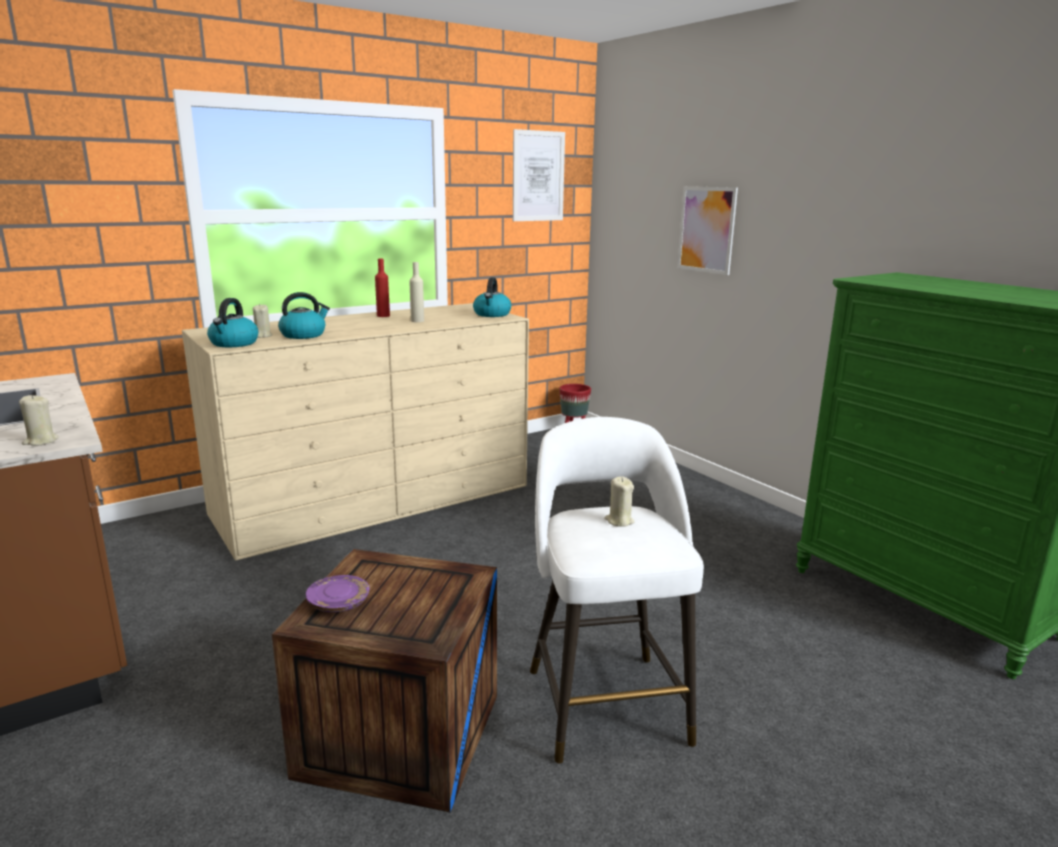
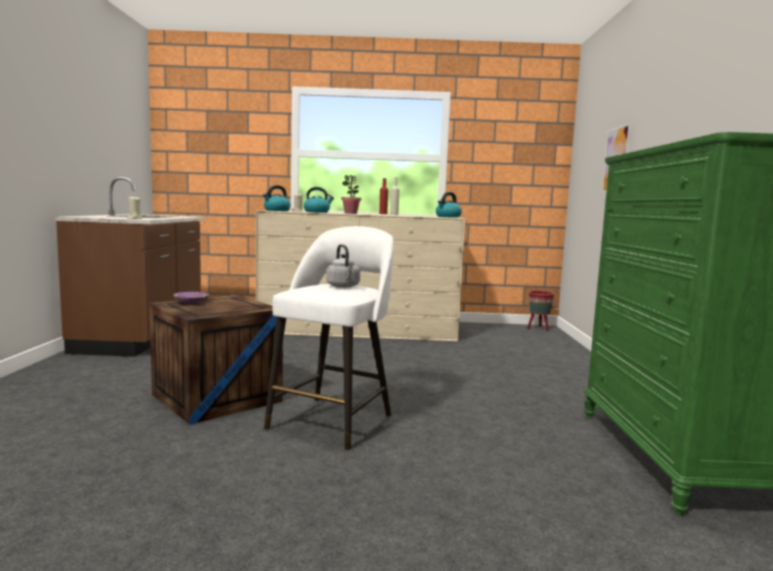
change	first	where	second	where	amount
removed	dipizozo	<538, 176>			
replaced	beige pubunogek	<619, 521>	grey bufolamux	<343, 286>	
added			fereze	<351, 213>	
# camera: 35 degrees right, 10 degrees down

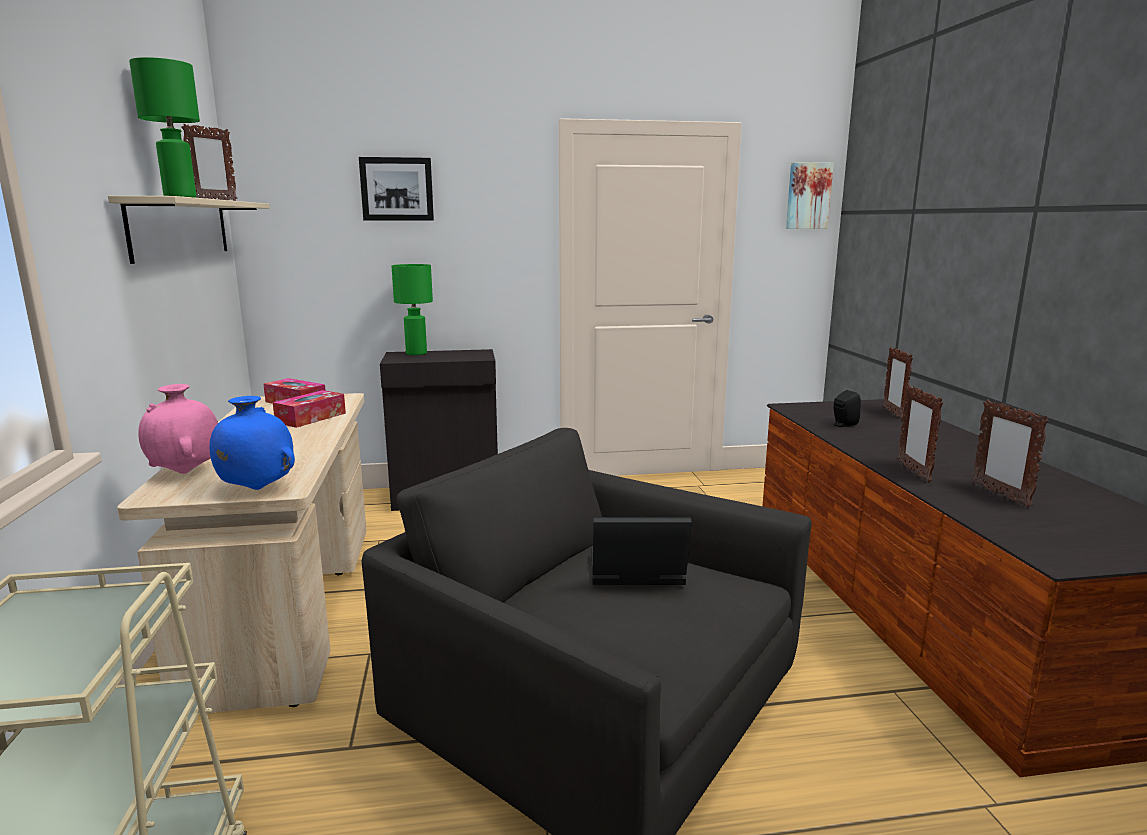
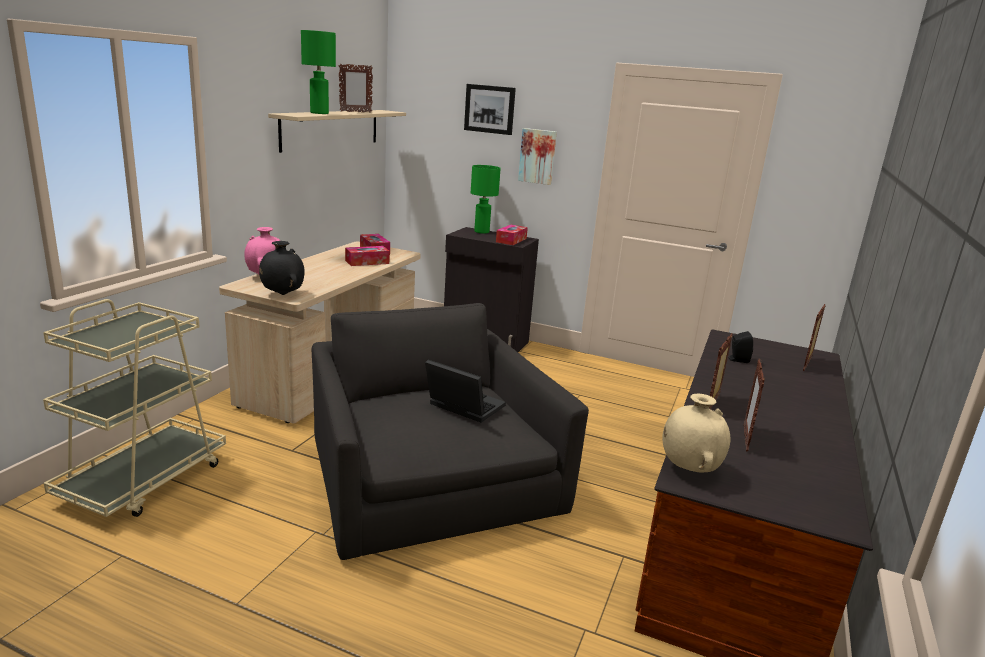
change	first	where	second	where	amount
recoloured	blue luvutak	<256, 489>	black luvutak	<282, 294>	
moved	dipizozo	<808, 196>		<537, 156>	
added			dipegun	<511, 240>	
added			beige luvutak	<689, 469>	
# camera: 30 degrees right, 5 degrees up

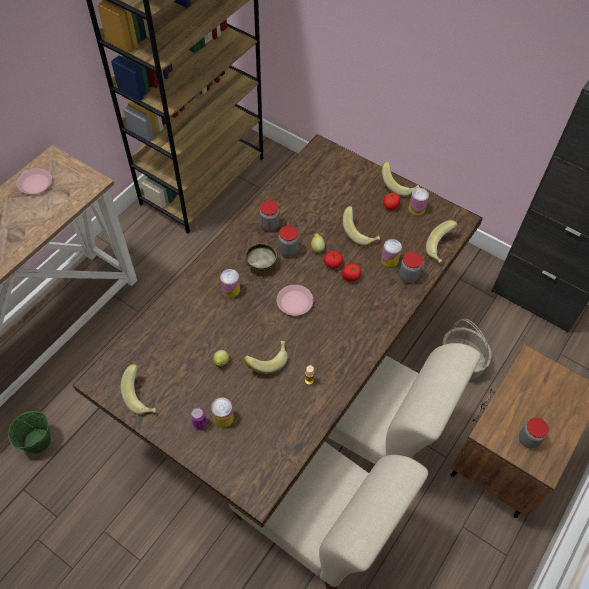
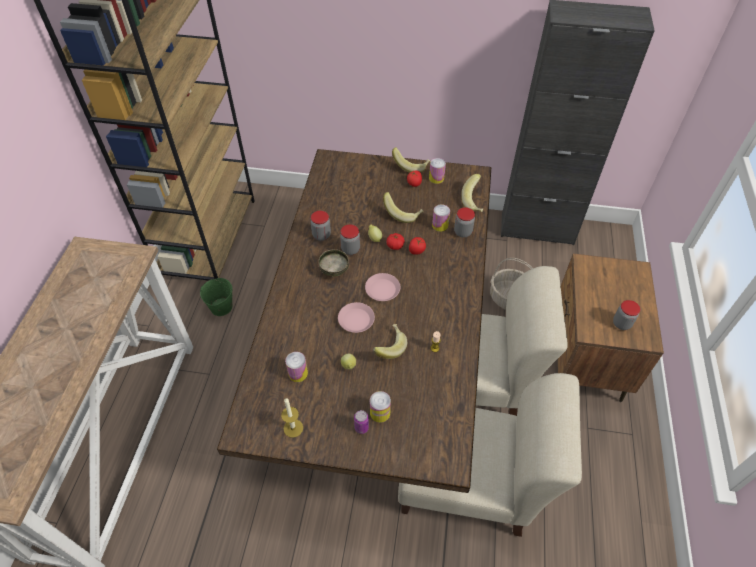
change	first	where	second	where	amount
moved	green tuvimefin	<37, 441>		<221, 307>	
moved	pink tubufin	<35, 183>		<356, 319>	
replaced	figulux	<142, 396>	pubunogek	<293, 428>	
moved	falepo	<231, 290>		<298, 373>	
# camera: 25 degrees left, 5 degrees down

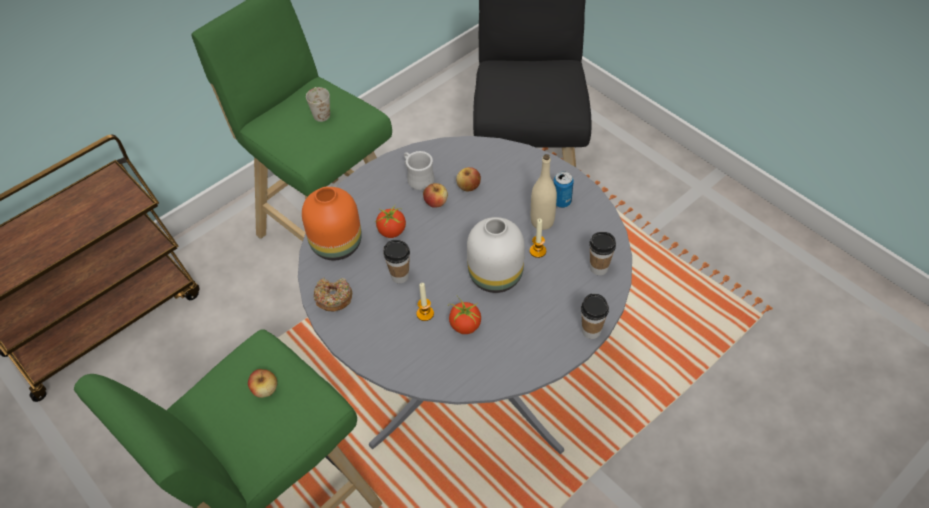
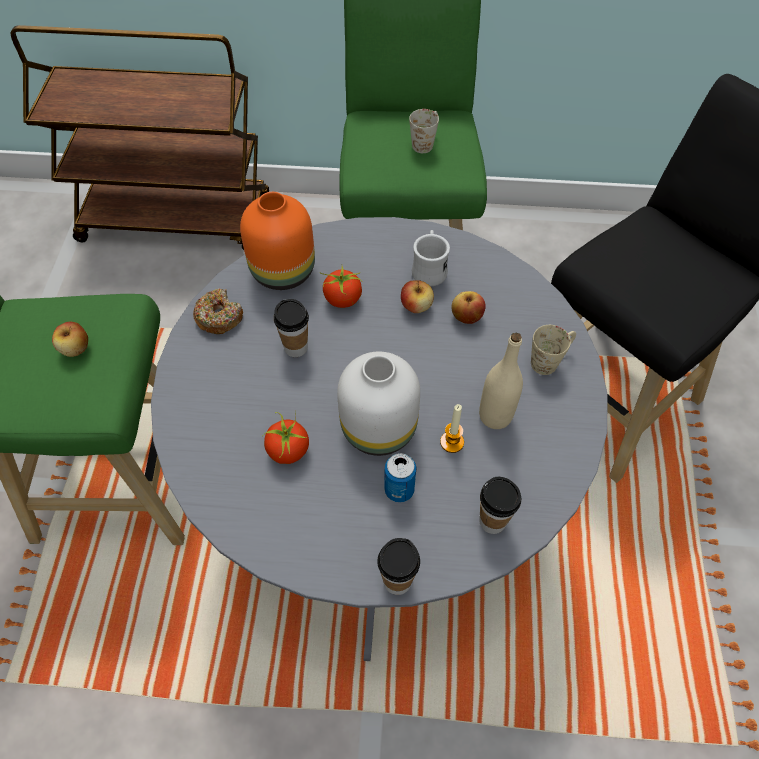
change	first	where	second	where	amount
removed	pubunogek	<425, 313>			
moved	falepo	<561, 201>		<399, 490>	
added			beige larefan	<550, 360>	
# camera: 45 degrees right, 5 degrees up

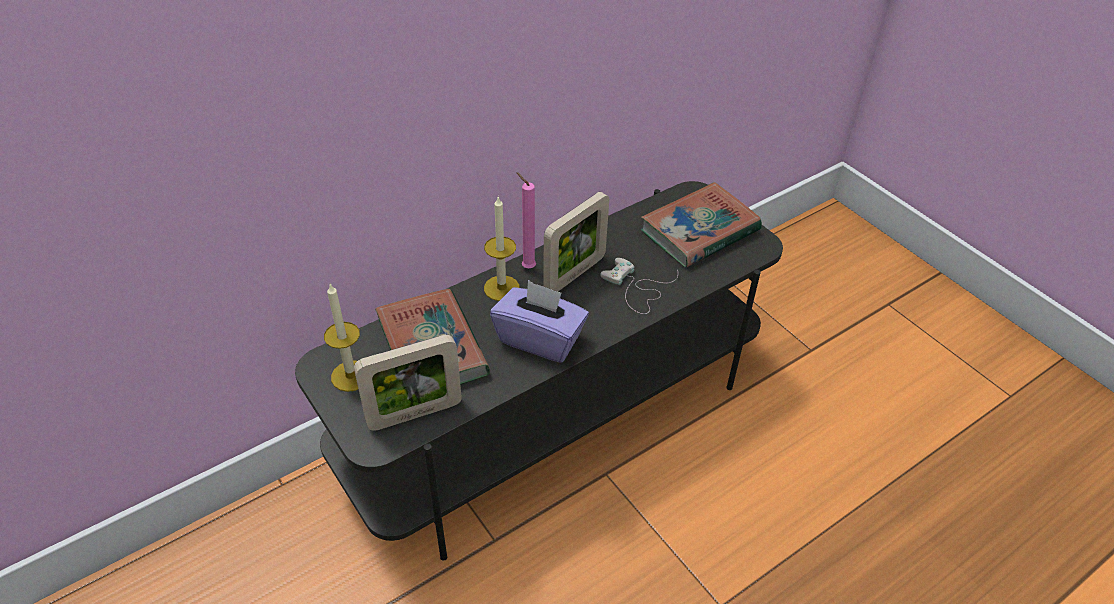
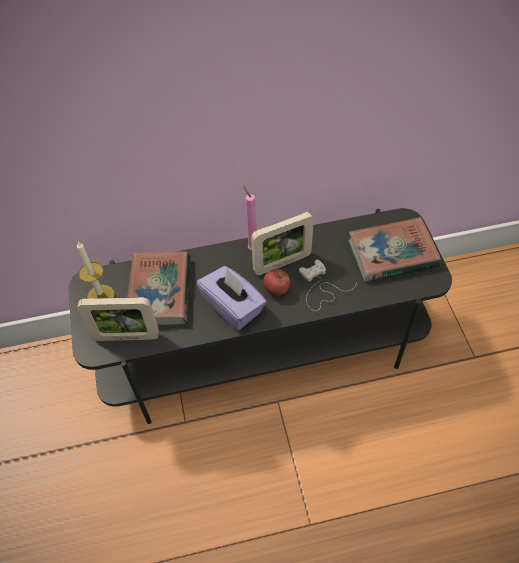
change	first	where	second	where	amount
removed	pubunogek	<501, 288>			
added			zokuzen	<276, 289>	
# camera: 25 degrees right, 10 degrees up

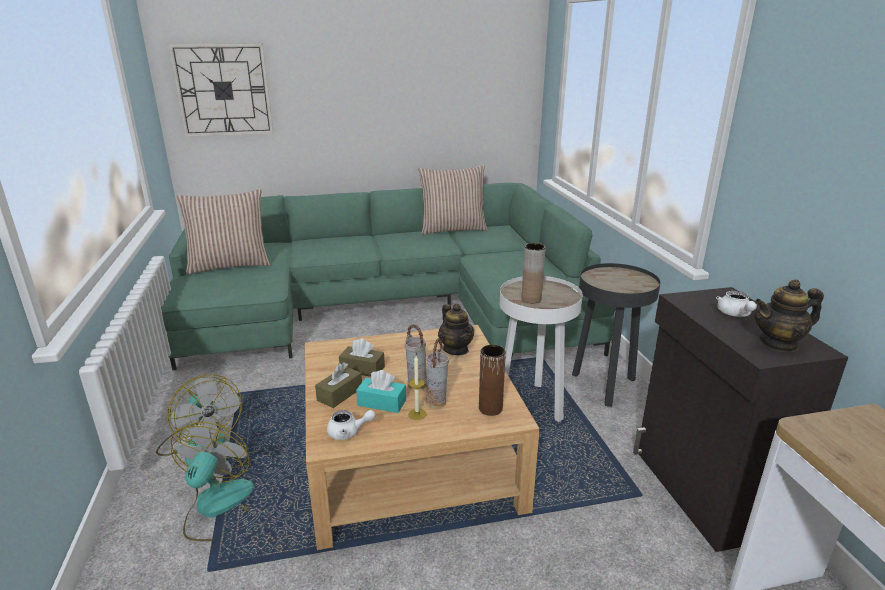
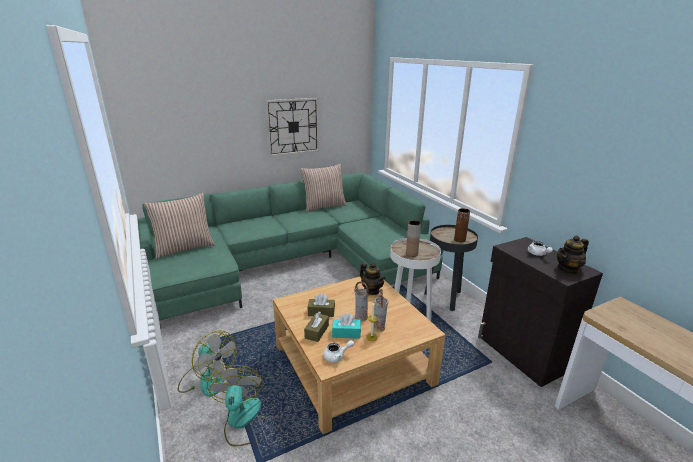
change	first	where	second	where	amount
moved	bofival	<223, 90>		<293, 126>	
moved	brown luvutak	<490, 408>		<459, 240>	
# camera: 15 degrees left, 0 degrees up

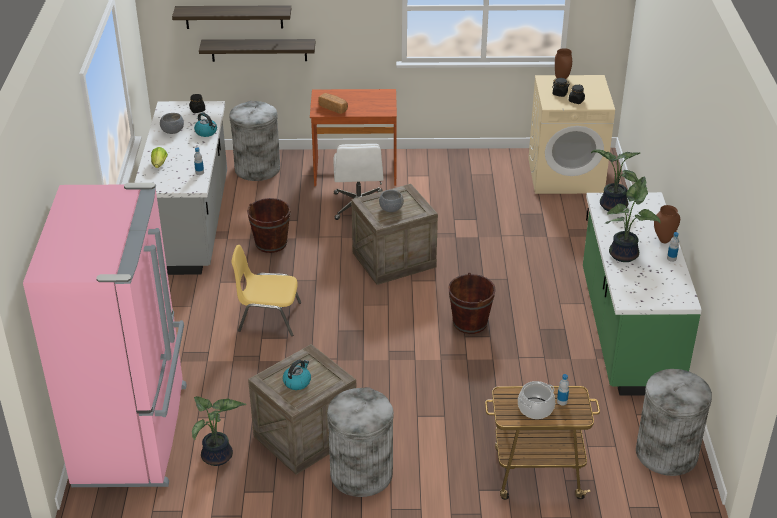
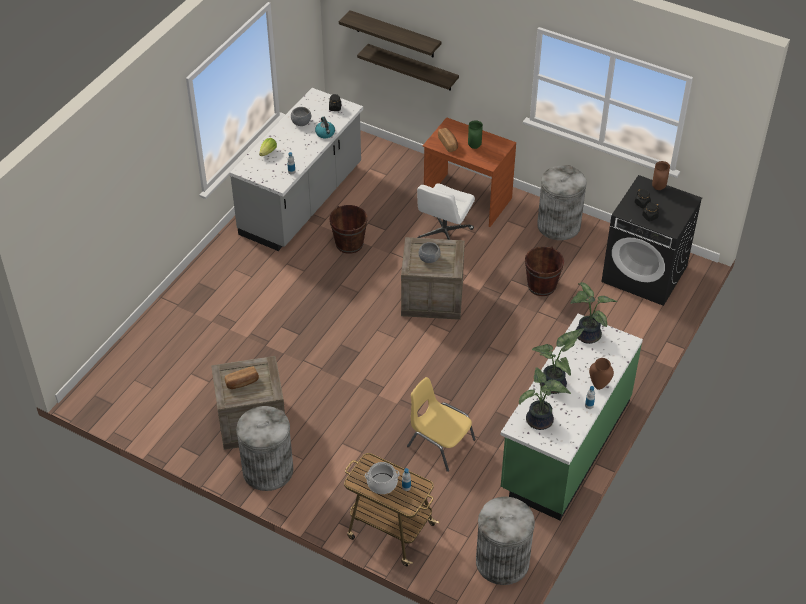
change	first	where	second	where	amount
removed	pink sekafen	<134, 434>			
moved	fereze	<218, 457>		<539, 422>	
moved	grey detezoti	<257, 168>		<558, 225>	
moved	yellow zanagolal	<268, 317>		<439, 443>	
replaced	bufolamux	<297, 382>	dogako	<242, 383>	
moved	brown tuvimefin	<470, 323>		<541, 286>	
recoloured	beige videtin	<566, 175>	black videtin	<645, 274>	
added			green luvutak	<474, 146>	
# camera: 30 degrees right, 10 degrees up

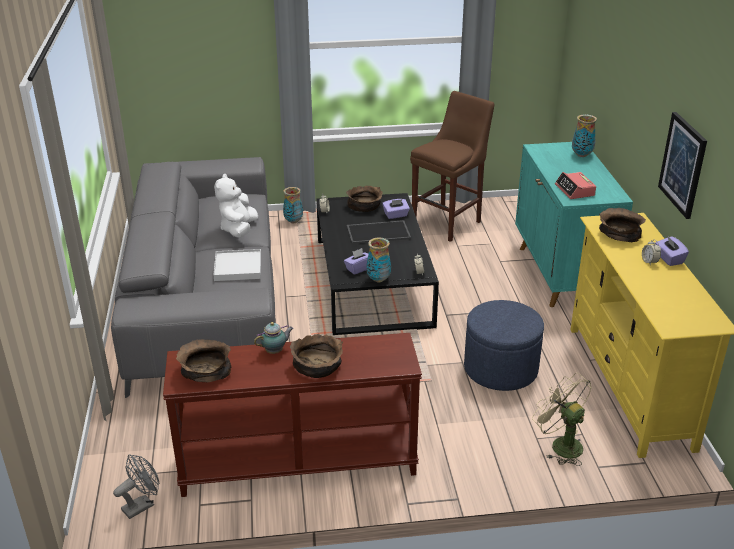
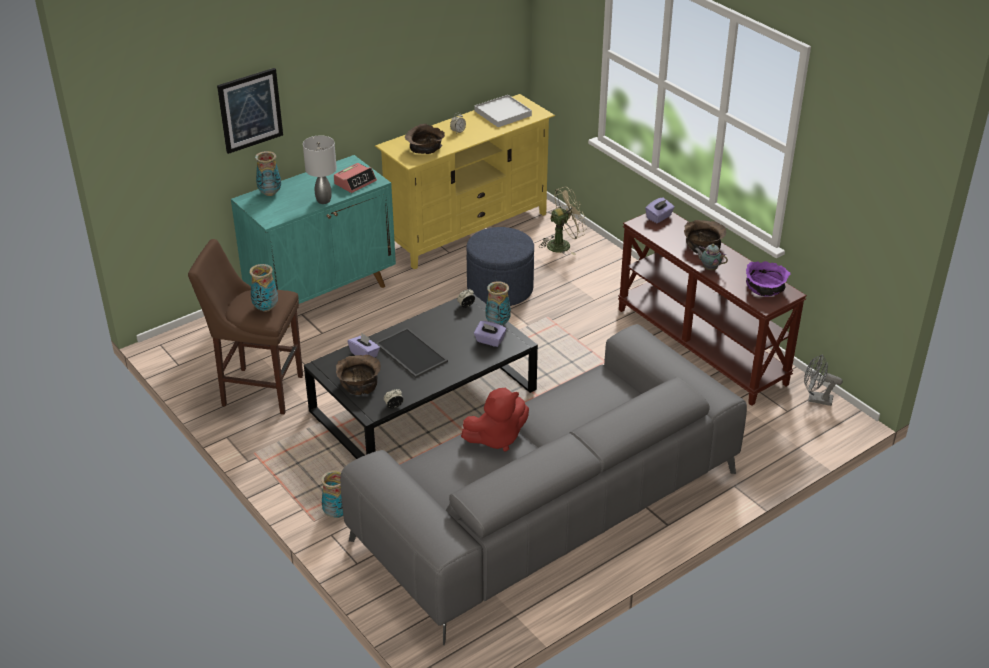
change	first	where	second	where	amount
recoloured	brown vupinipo	<204, 372>	purple vupinipo	<765, 288>	
recoloured	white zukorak	<239, 229>	red zukorak	<496, 438>	
moved	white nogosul	<238, 267>		<502, 113>	
turned	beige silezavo	<560, 444>		<563, 244>	135 degrees counterclockwise
moved	purple dipegun	<669, 259>		<659, 217>	
moved	dipizozo	<683, 164>		<250, 110>	
added			luvutak	<265, 308>	
added			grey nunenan	<323, 200>	
# camera: 120 degrees left, 5 degrees up

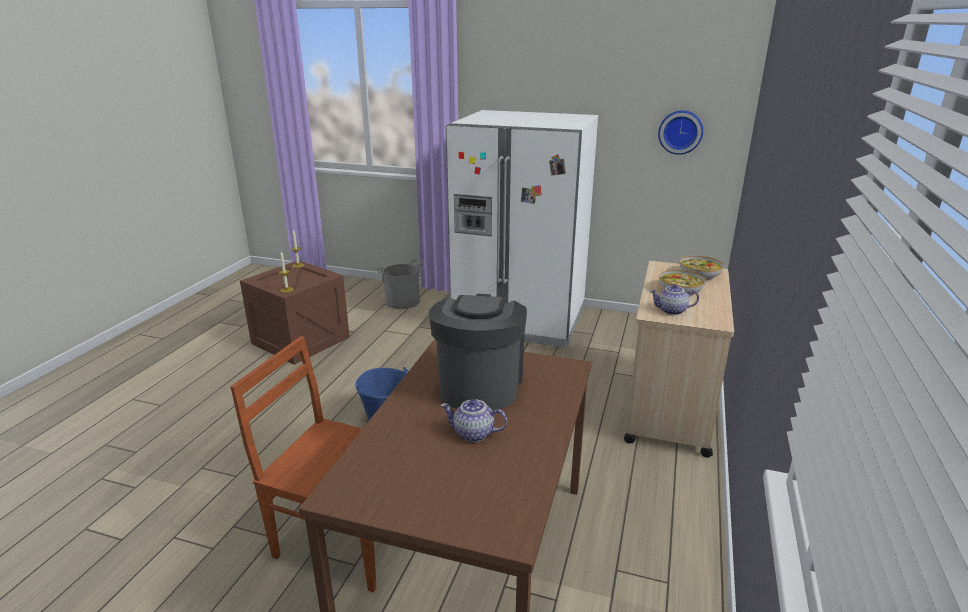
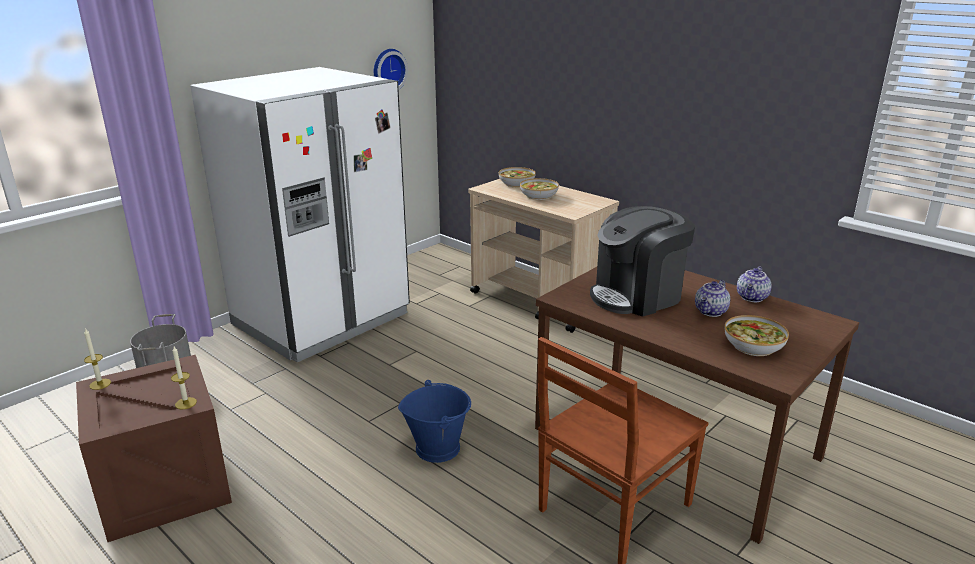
change	first	where	second	where	amount
turned	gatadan	<479, 384>		<637, 296>	60 degrees counterclockwise
moved	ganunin	<671, 311>		<752, 298>	
added			vupinipo	<753, 345>	
# camera: 65 degrees left, 0 degrees up

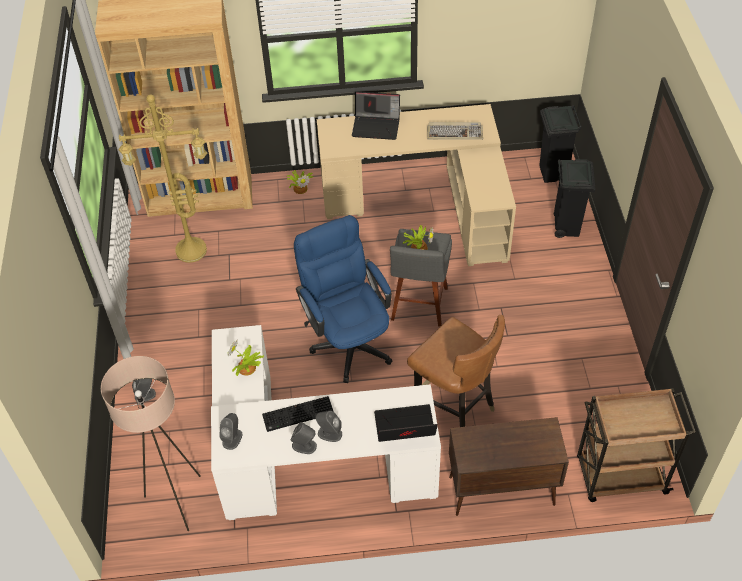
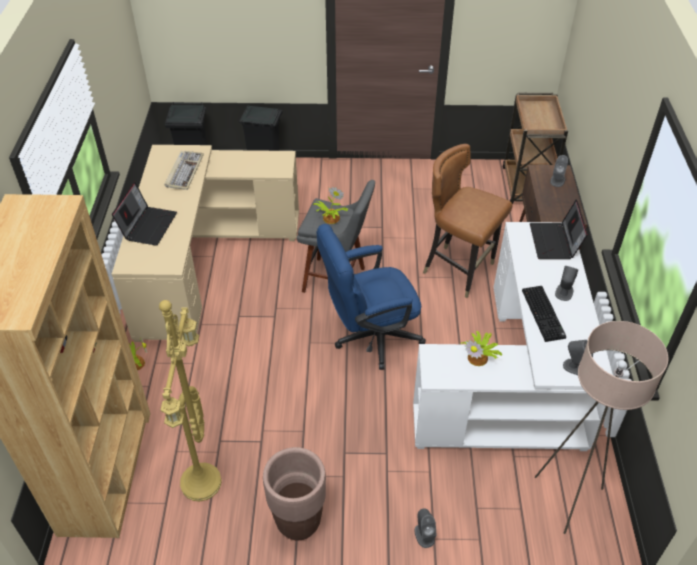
change	first	where	second	where	amount
moved	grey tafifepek	<304, 446>		<557, 180>	
turned	brown zanagolal	<454, 409>		<459, 270>	105 degrees counterclockwise
added			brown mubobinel	<298, 522>	
# camera: 85 degrees left, 5 degrees down

